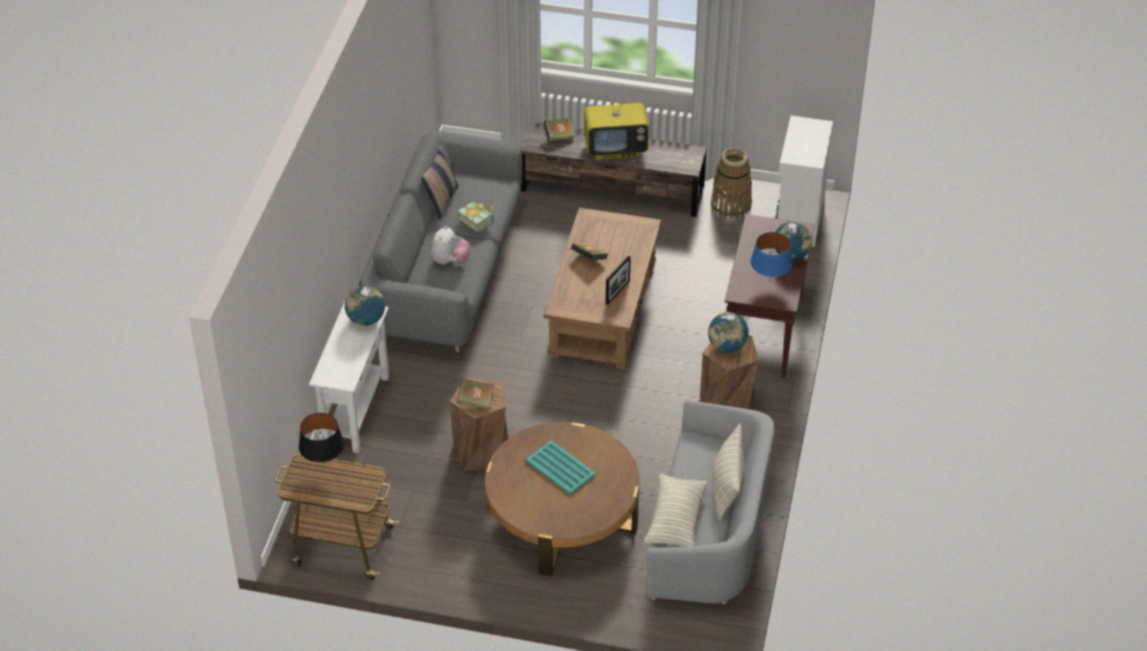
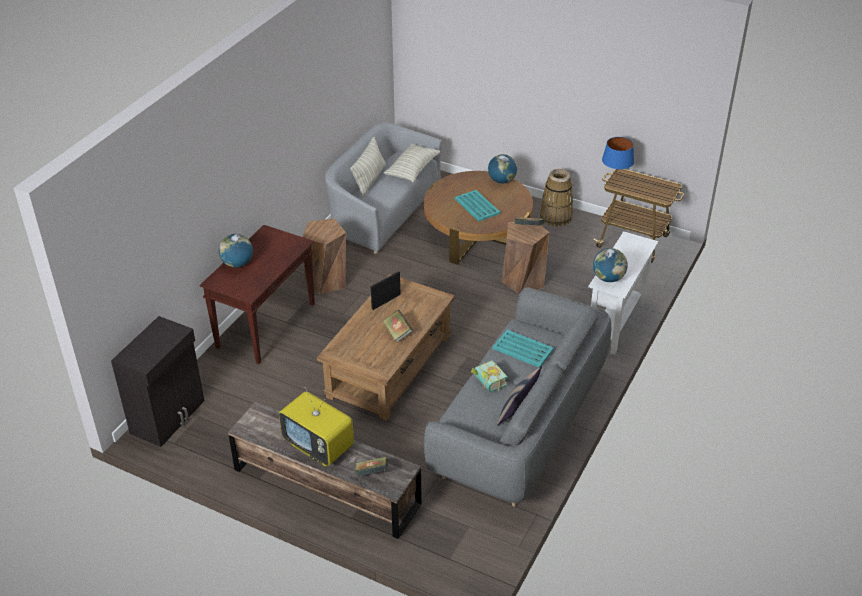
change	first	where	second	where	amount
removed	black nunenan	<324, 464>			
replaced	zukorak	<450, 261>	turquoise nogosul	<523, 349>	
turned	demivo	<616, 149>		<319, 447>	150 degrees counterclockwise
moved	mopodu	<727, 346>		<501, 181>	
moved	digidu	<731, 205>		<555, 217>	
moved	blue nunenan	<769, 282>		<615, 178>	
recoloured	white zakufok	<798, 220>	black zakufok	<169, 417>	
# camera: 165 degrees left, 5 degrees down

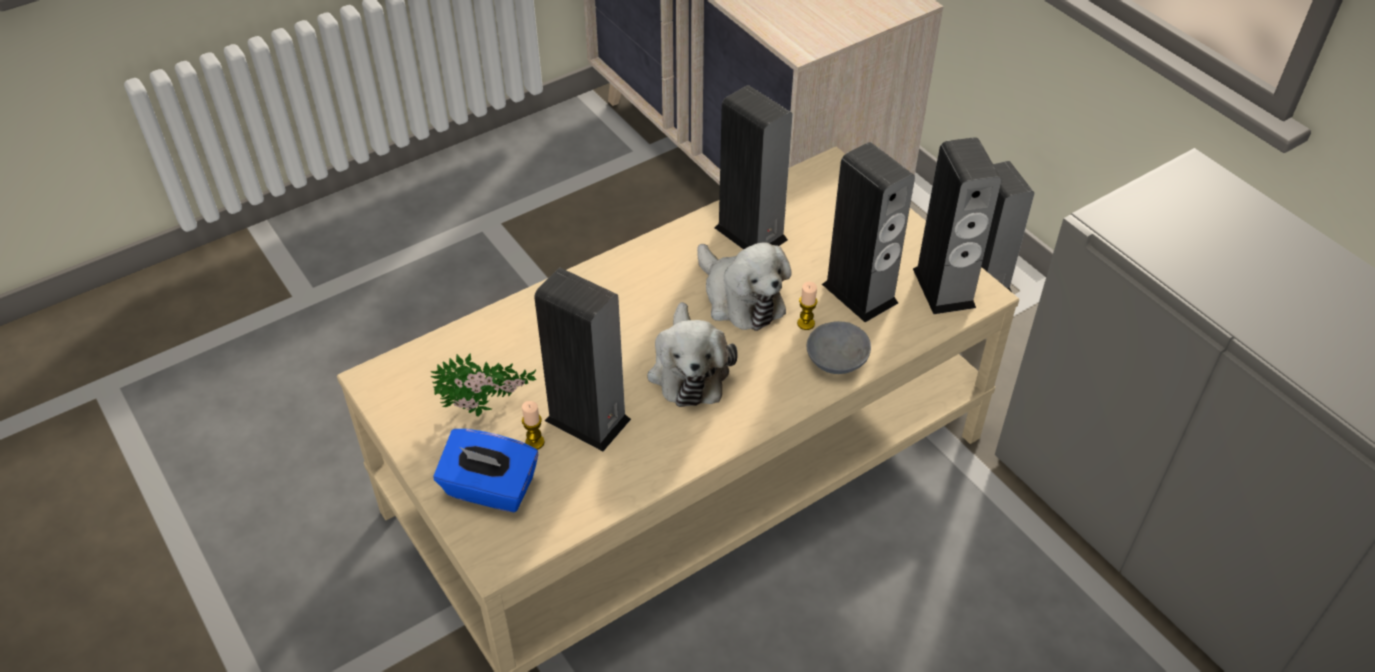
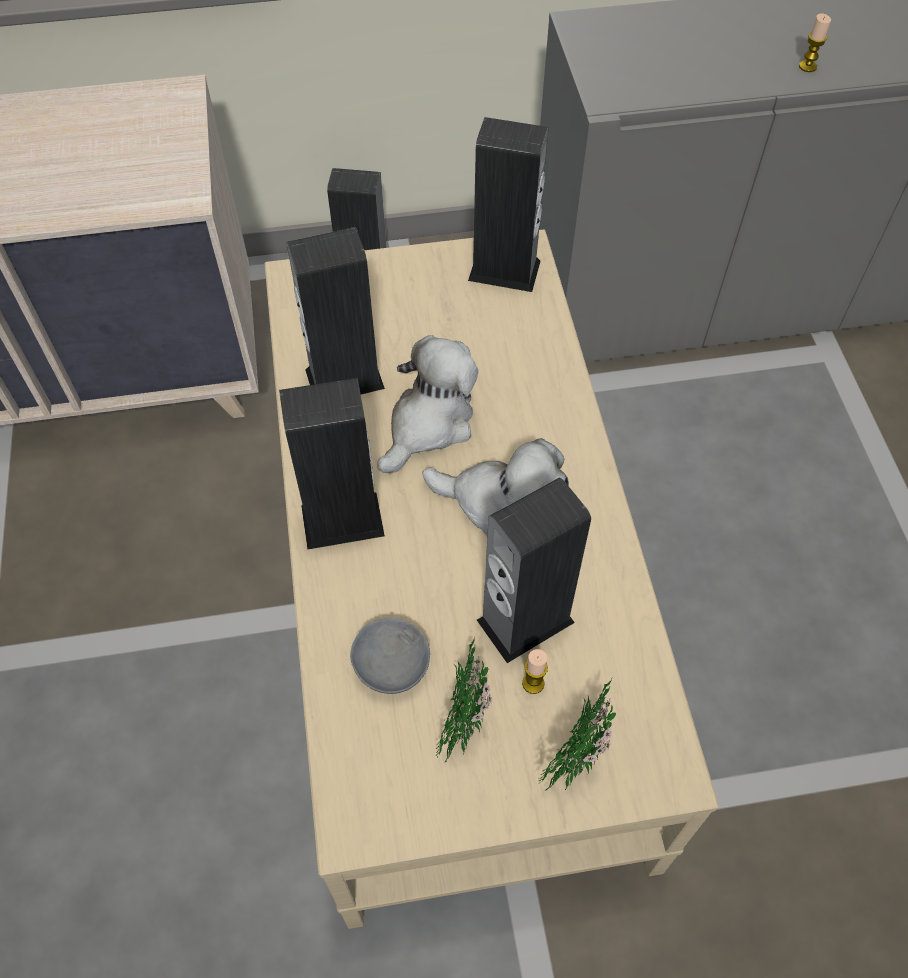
change	first	where	second	where	amount
replaced	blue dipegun	<490, 489>	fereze	<579, 751>	
turned	zukorak	<740, 298>		<429, 424>	45 degrees counterclockwise
moved	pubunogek	<806, 323>		<807, 66>	
moved	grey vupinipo	<835, 357>		<388, 664>	
moved	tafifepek	<859, 293>		<342, 520>	
# camera: 65 degrees left, 10 degrees up

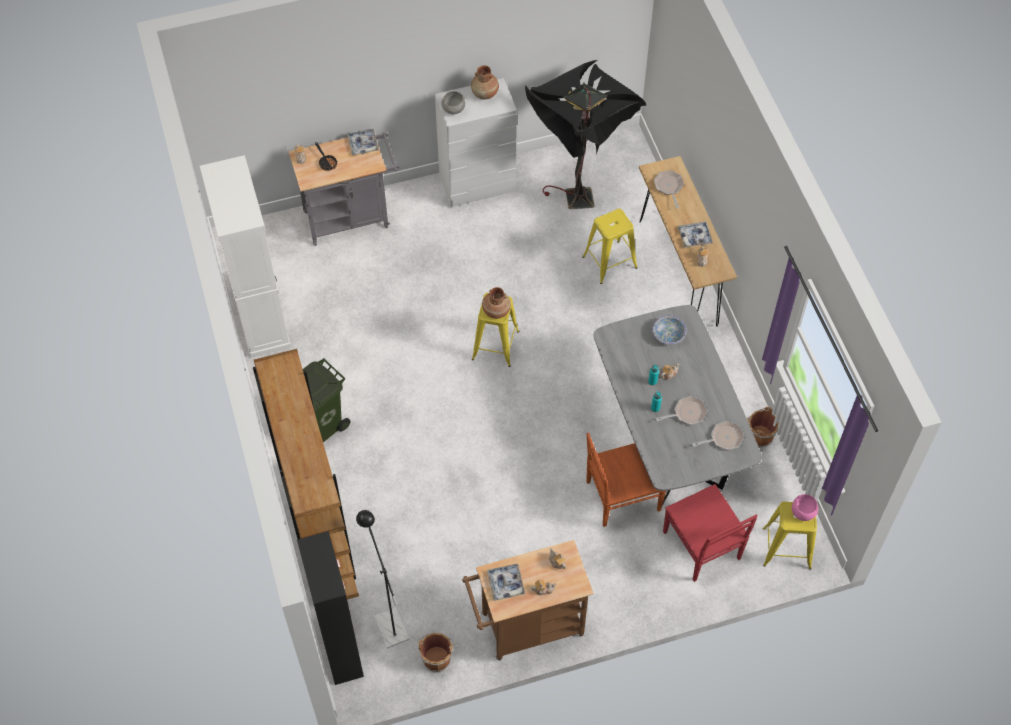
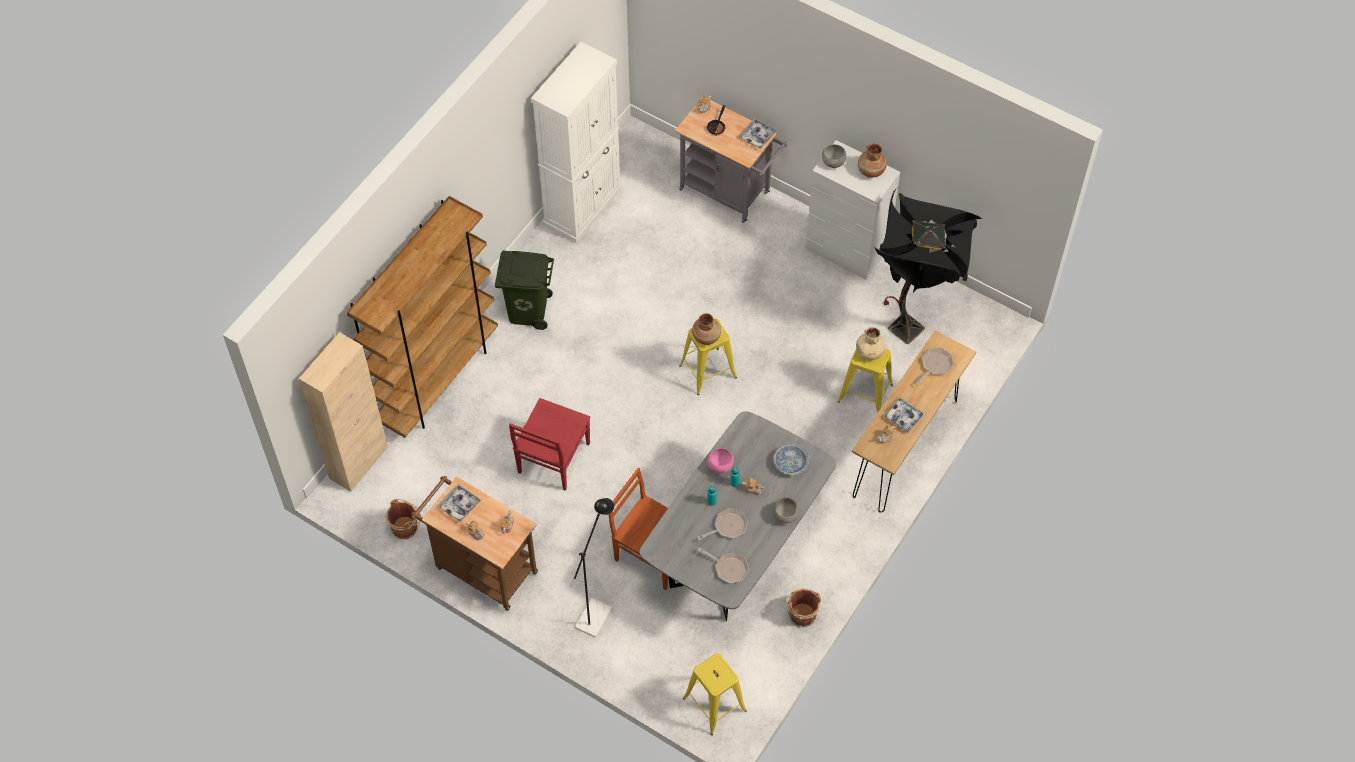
change	first	where	second	where	amount
recoloured	black zakufok	<341, 651>	beige zakufok	<359, 463>	
moved	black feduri	<388, 621>		<597, 611>	
turned	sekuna	<687, 413>		<728, 527>	60 degrees counterclockwise
moved	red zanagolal	<702, 547>		<553, 459>	
moved	pink vupinipo	<802, 512>		<719, 466>	
added			grey vupinipo	<785, 515>	
added			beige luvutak	<869, 353>	
# camera: 50 degrees right, 0 degrees up

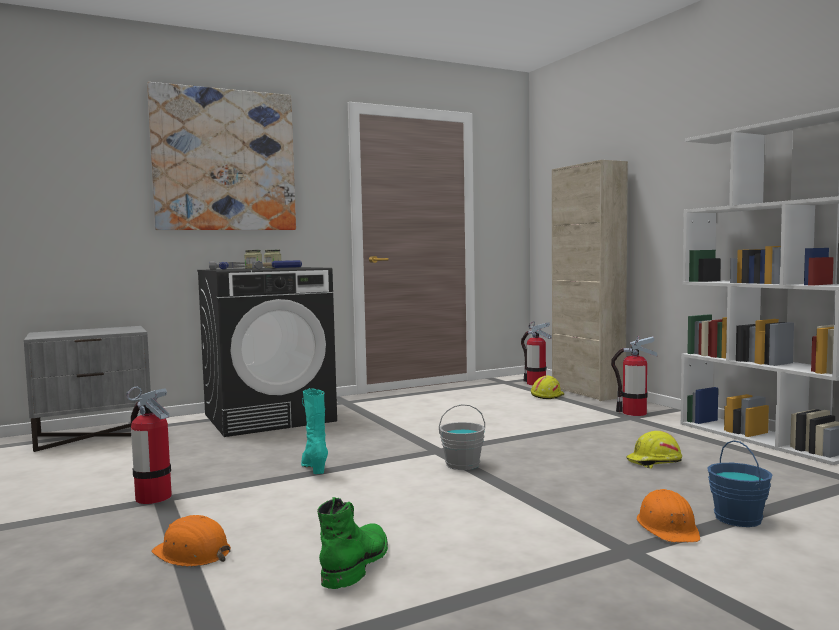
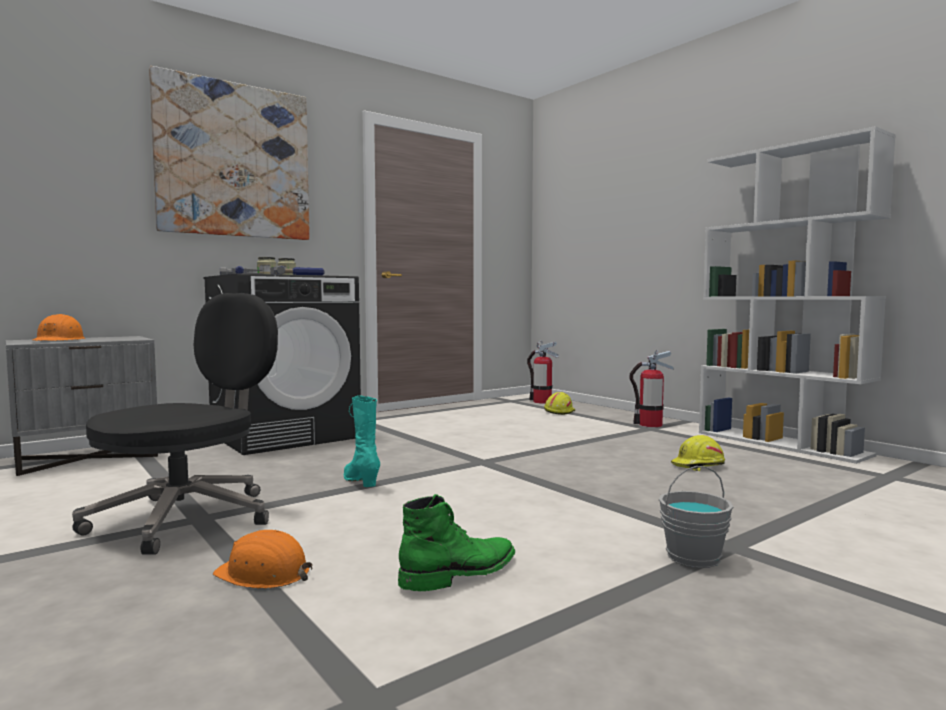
change	first	where	second	where	amount
replaced	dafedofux	<153, 497>	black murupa	<187, 517>	
turned	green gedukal	<357, 563>		<460, 574>	45 degrees clockwise
moved	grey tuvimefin	<462, 464>		<693, 557>	
removed	beige zakufok	<587, 392>			
moved	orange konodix	<668, 527>		<60, 340>	
removed	blue tuvimefin	<737, 518>			
# camera: 10 degrees left, 0 degrees up

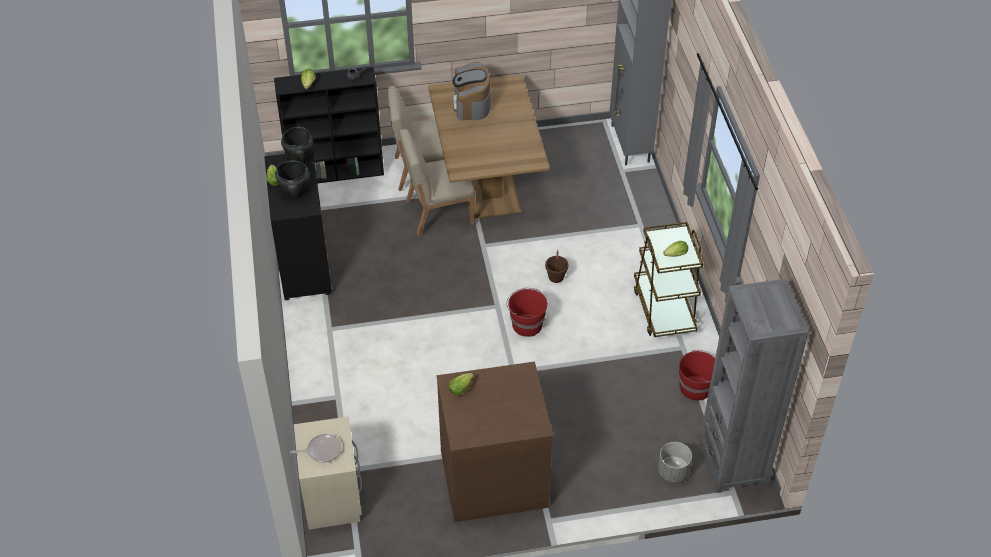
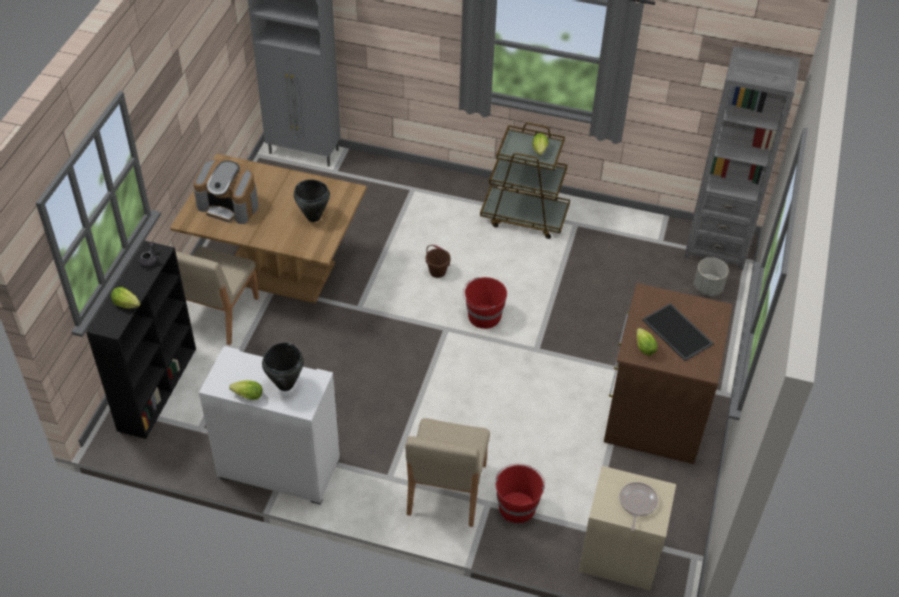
change	first	where	second	where	amount
recoloured	black zakufok	<303, 264>	white zakufok	<278, 468>	
moved	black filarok	<299, 161>		<313, 217>	
moved	beige zanagolal	<438, 212>		<446, 490>	
moved	red tuvimefin	<696, 387>		<517, 506>	
added			nogosul	<678, 332>	
# camera: 65 degrees left, 0 degrees up

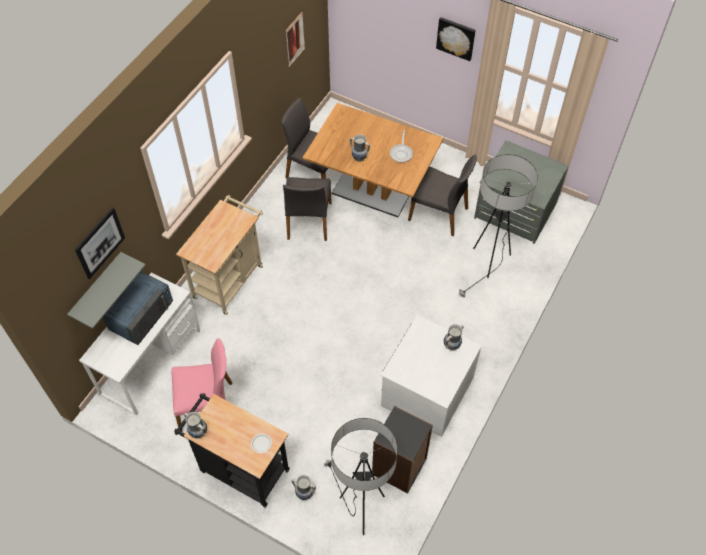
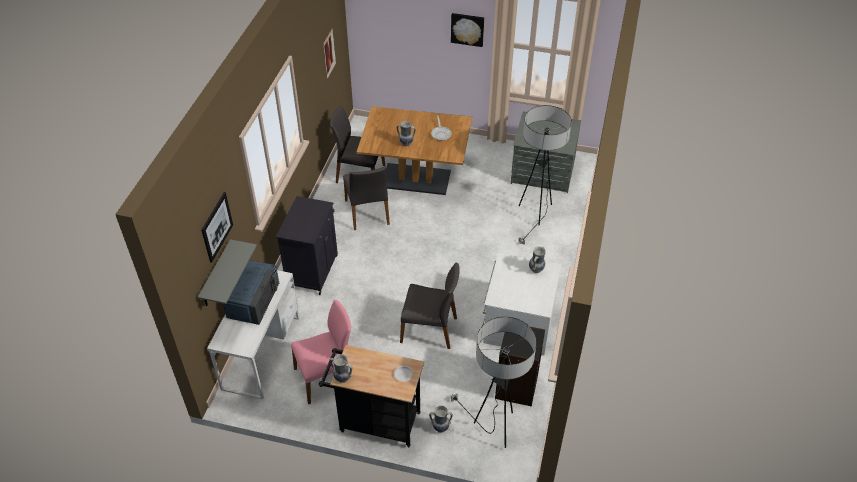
change	first	where	second	where	amount
replaced	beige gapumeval	<230, 278>	black zakufok	<313, 270>	
moved	grey zanagolal	<439, 214>		<430, 329>	
# camera: 15 degrees left, 10 degrees down

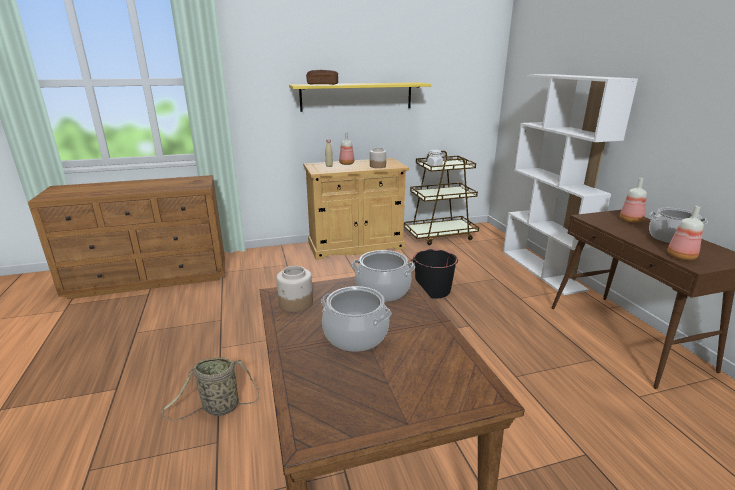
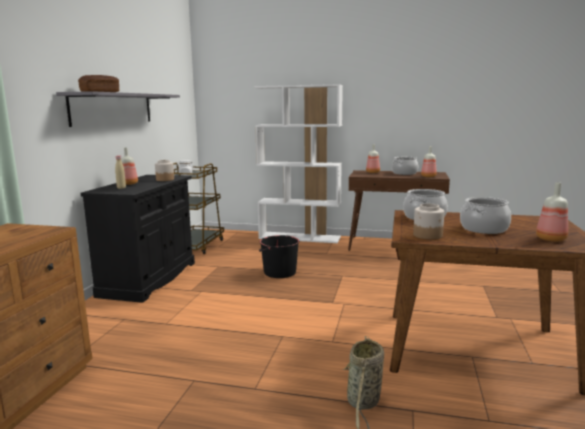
change	first	where	second	where	amount
recoloured	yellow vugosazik	<356, 96>	grey vugosazik	<113, 109>	
recoloured	beige zakufok	<356, 246>	black zakufok	<149, 279>	
added			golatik	<550, 239>	
# camera: 60 degrees left, 10 degrees down

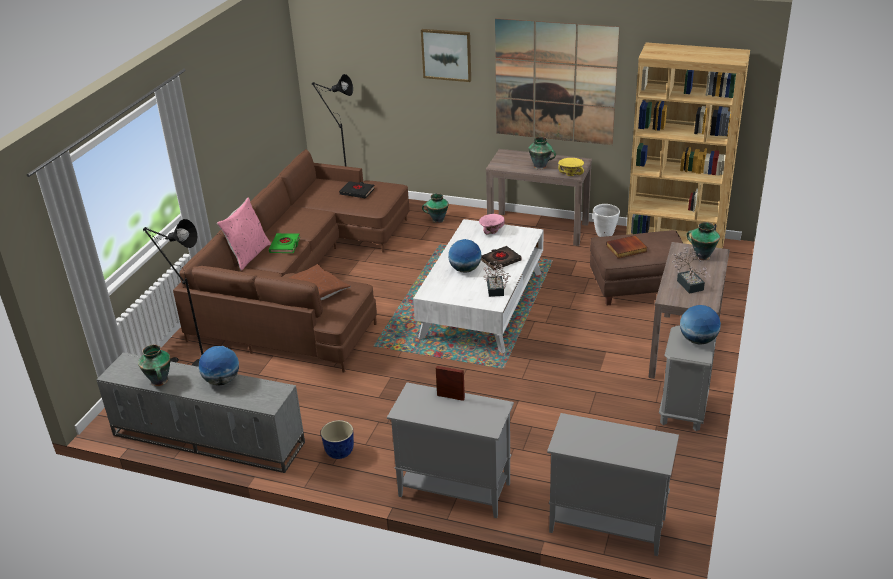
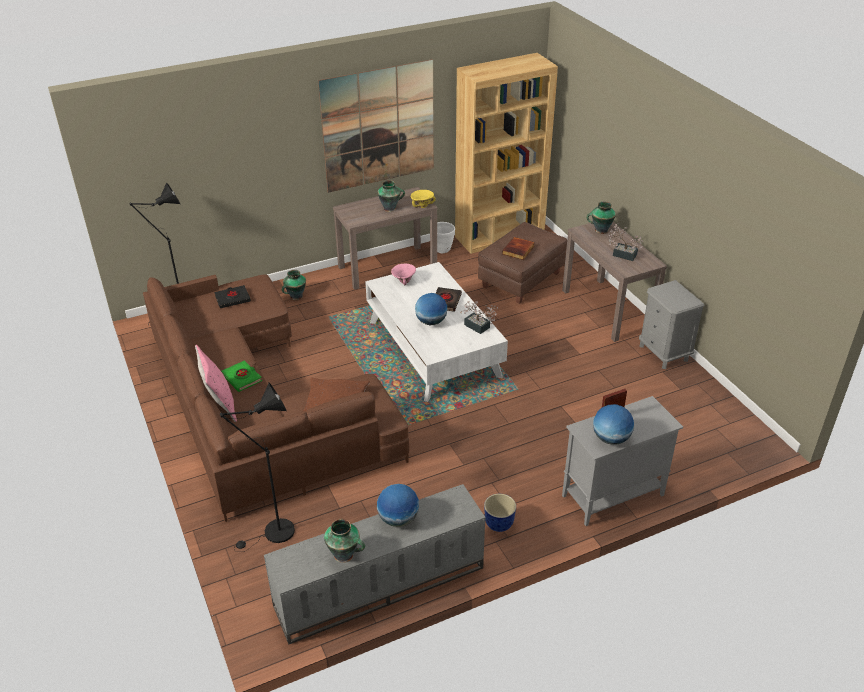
change	first	where	second	where	amount
removed	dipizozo	<446, 54>			
removed	grey zakufok	<606, 525>			
moved	mopodu	<698, 340>		<610, 438>	
# camera: 45 degrees left, 5 degrees up

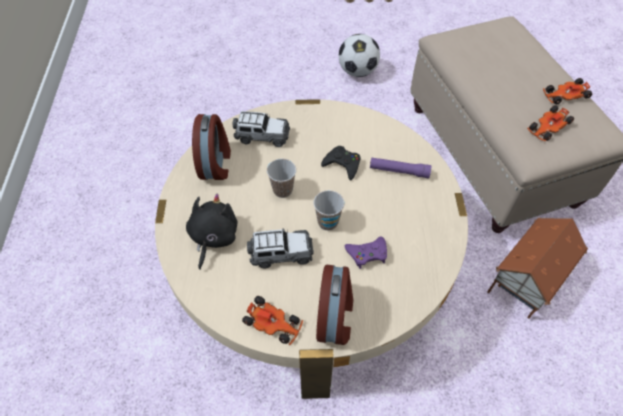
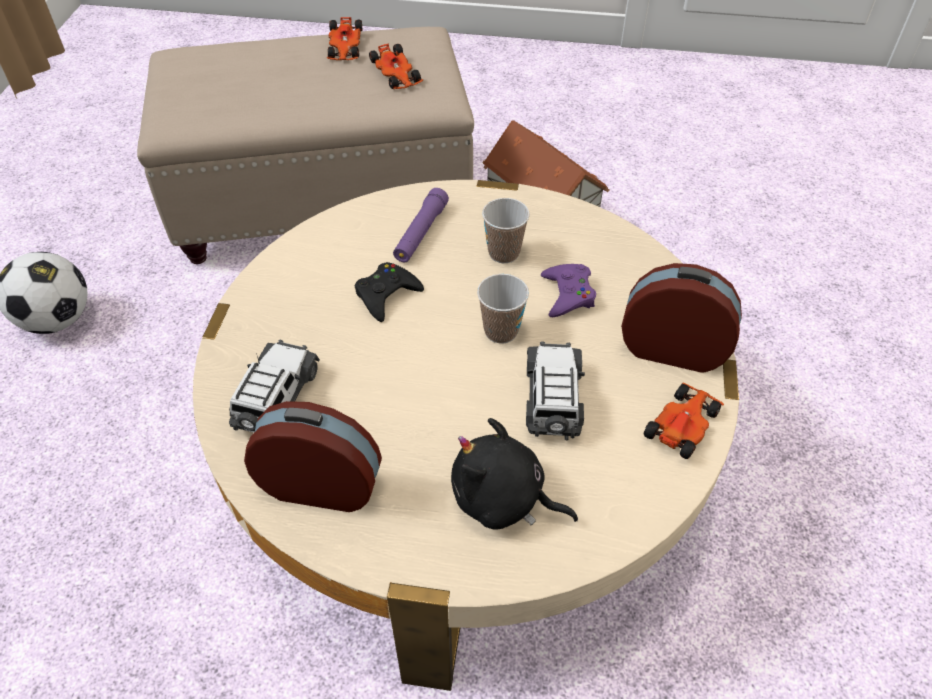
change	first	where	second	where	amount
moved	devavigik	<282, 190>		<504, 253>	
# camera: 80 degrees left, 5 degrees down

